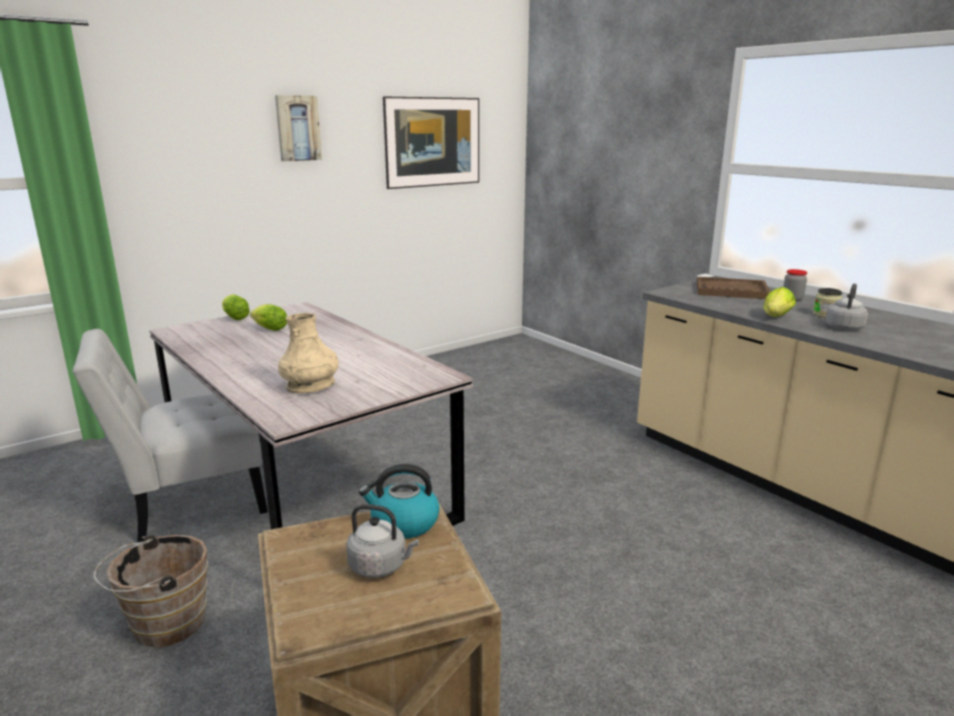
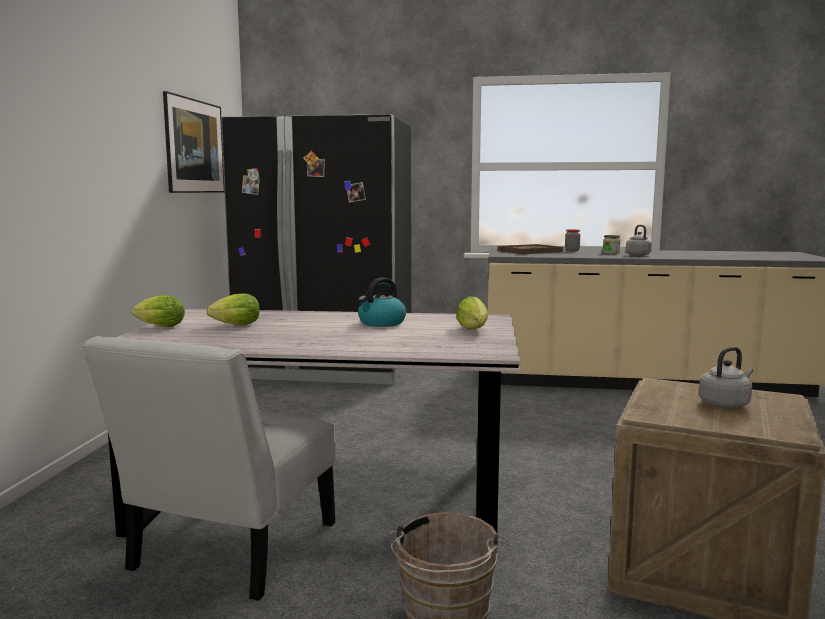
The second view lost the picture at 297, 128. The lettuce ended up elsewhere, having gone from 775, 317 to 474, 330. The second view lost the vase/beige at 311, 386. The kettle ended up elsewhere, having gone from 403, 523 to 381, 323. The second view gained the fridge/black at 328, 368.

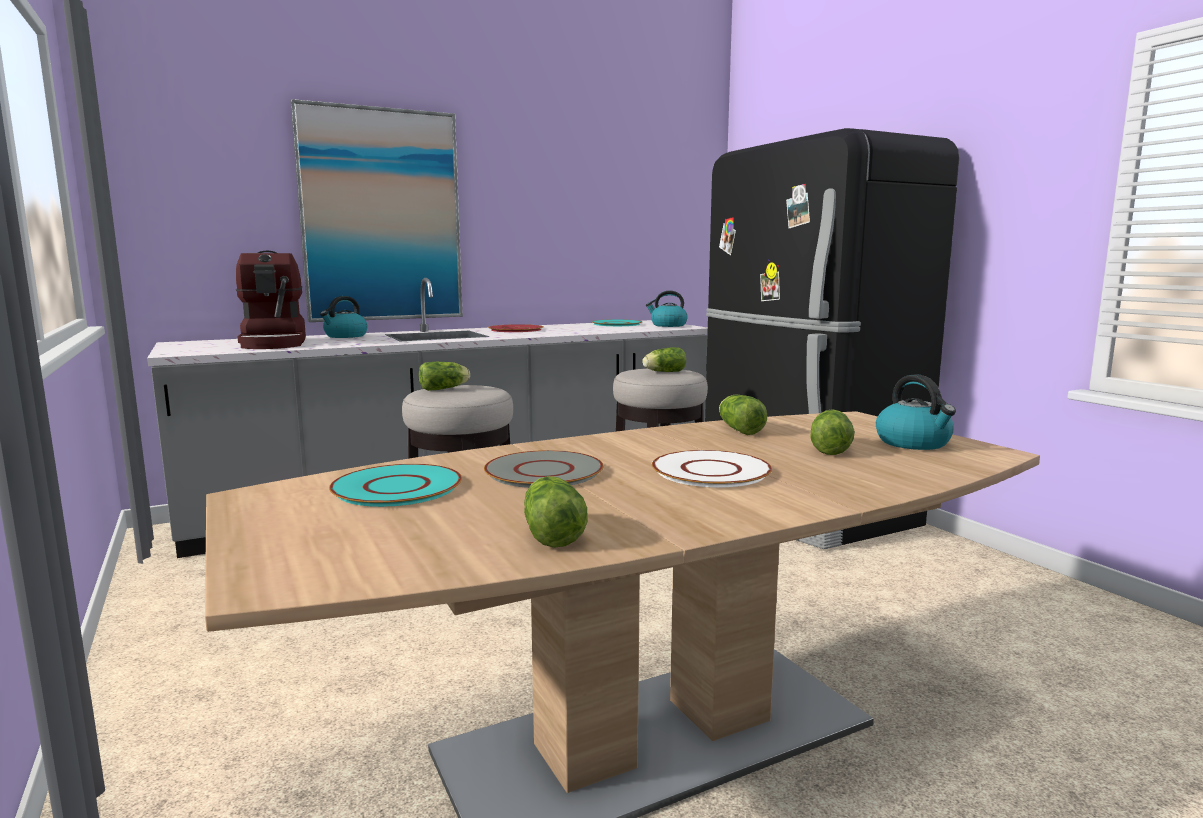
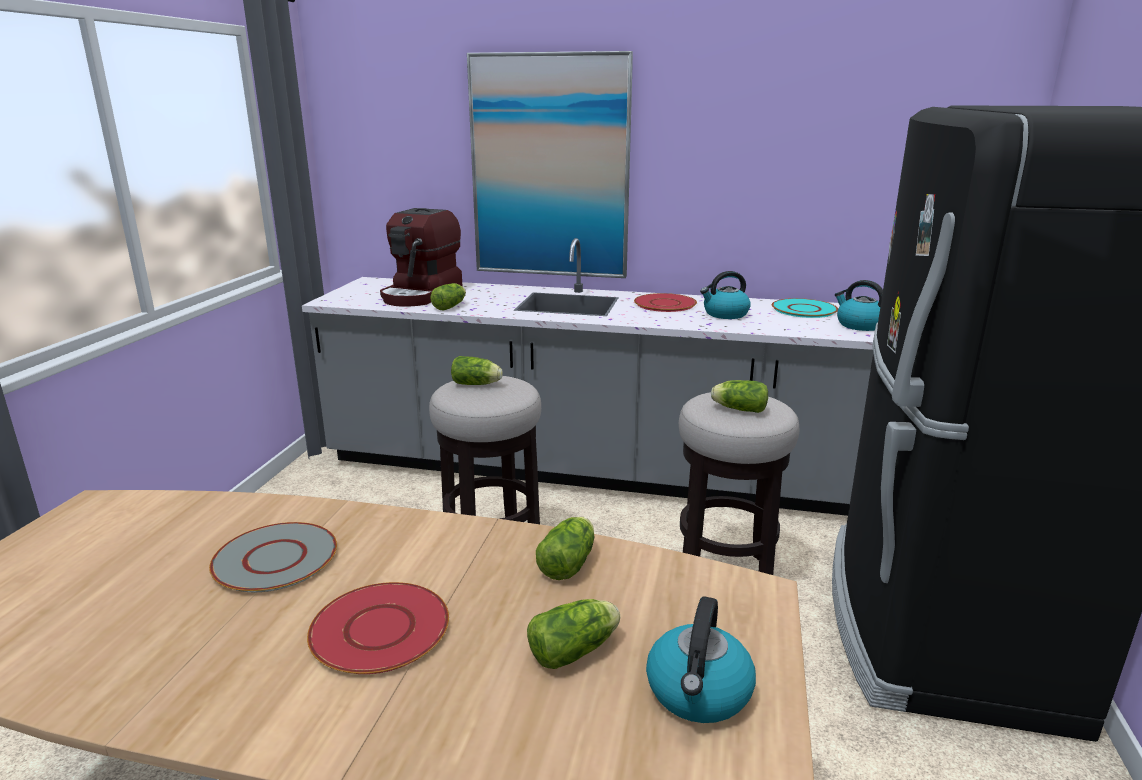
The kettle ended up elsewhere, having gone from 345, 336 to 725, 314. What was the plate/white at 710, 470 turned into the plate/red at 381, 629. The second view lost the plate/turquoise at 396, 487. The lettuce ended up elsewhere, having gone from 552, 533 to 451, 306.

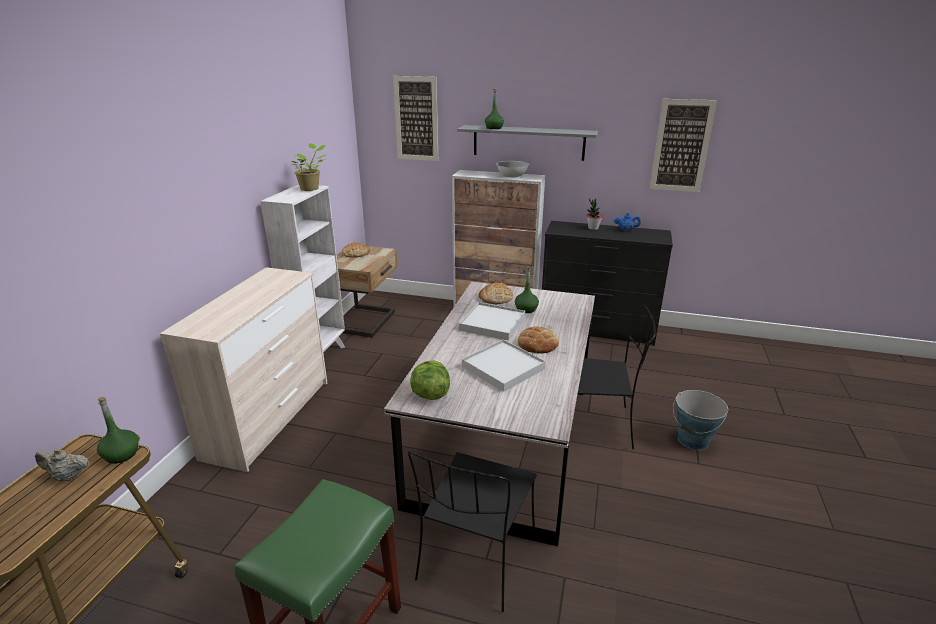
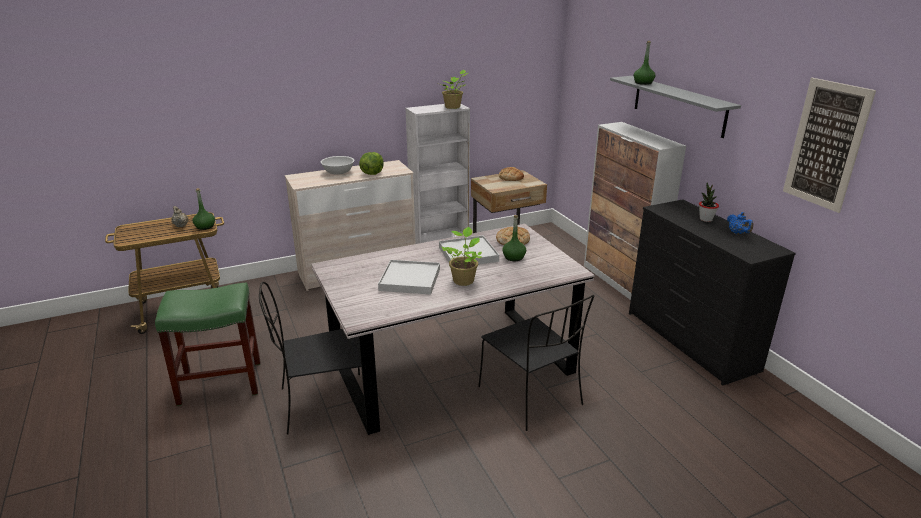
The second view lost the picture at 416, 119. The bowl/white ended up elsewhere, having gone from 512, 176 to 338, 172. Where the bread stood at 537, 344, the potted plant came to stand at 463, 280. The lettuce ended up elsewhere, having gone from 429, 394 to 372, 173. The second view lost the bucket at 693, 440.

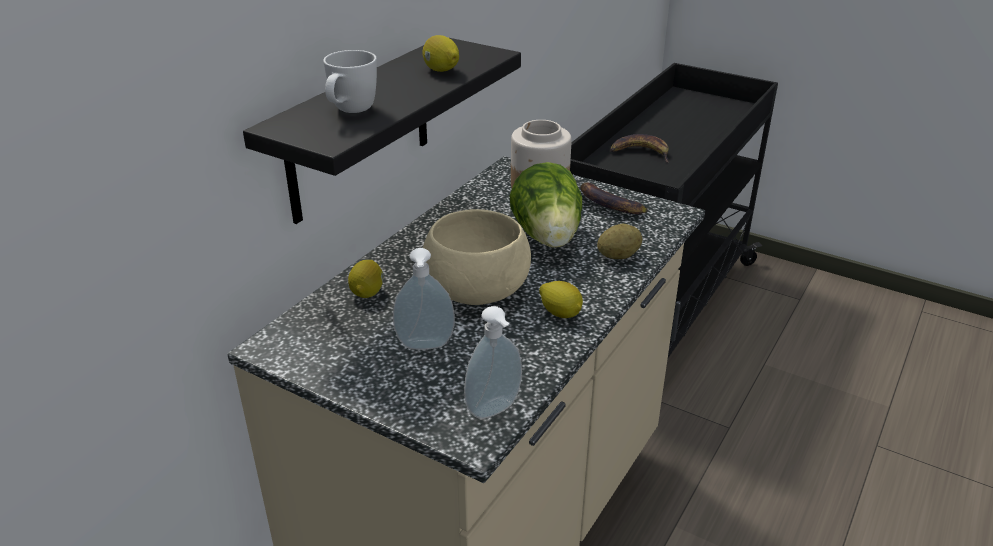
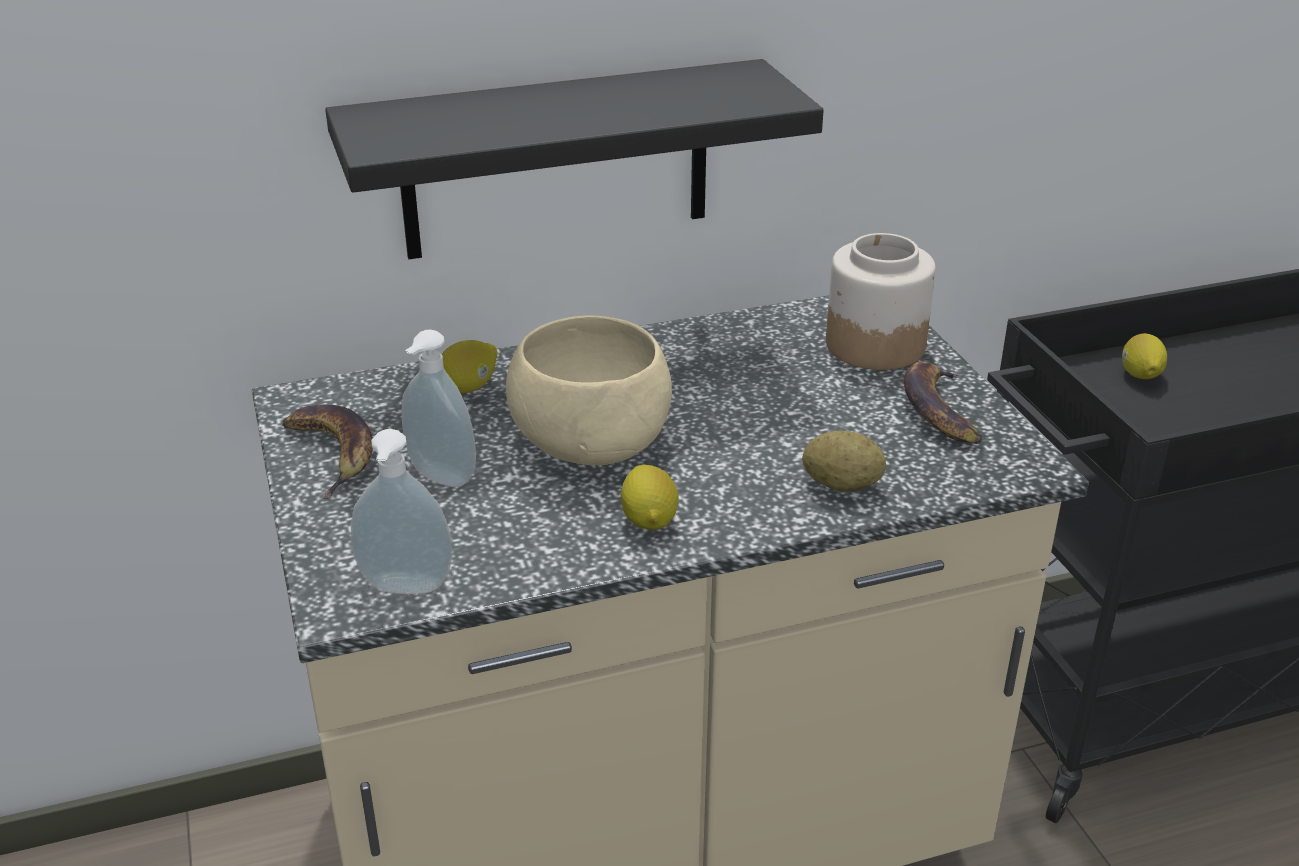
The lemon ended up elsewhere, having gone from 441, 71 to 1140, 376. The second view lost the mug/white at 350, 112. The banana ended up elsewhere, having gone from 641, 152 to 333, 454. The second view lost the lettuce at 548, 238.

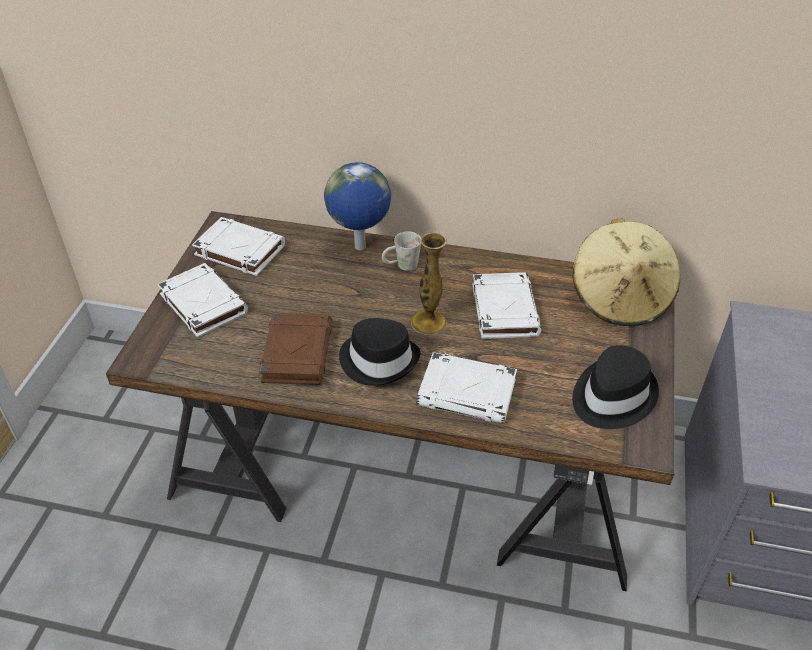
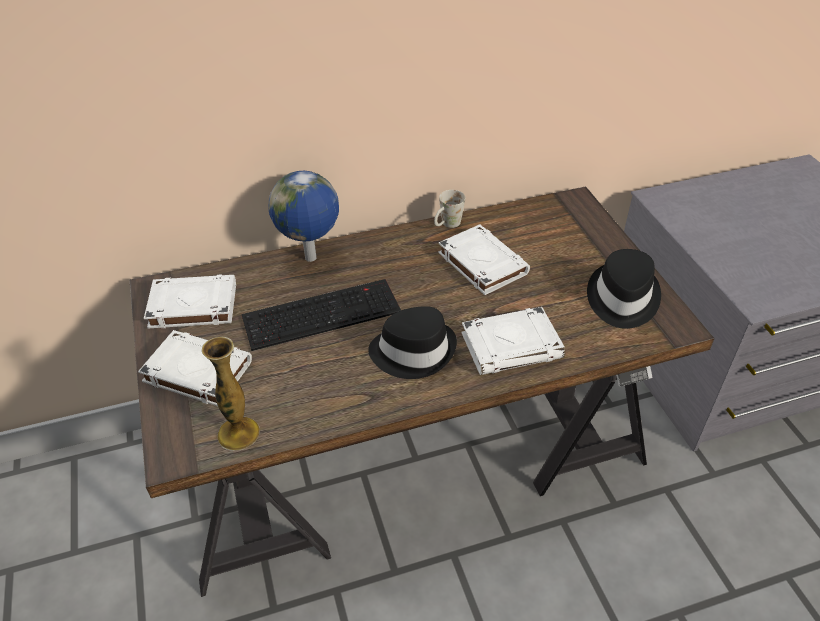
The second view lost the hat/beige at 620, 298. The mug/white ended up elsewhere, having gone from 401, 266 to 447, 225. The vase ended up elsewhere, having gone from 428, 322 to 238, 433. The second view lost the book/brown at 297, 352. The second view gained the keyboard at 322, 313.

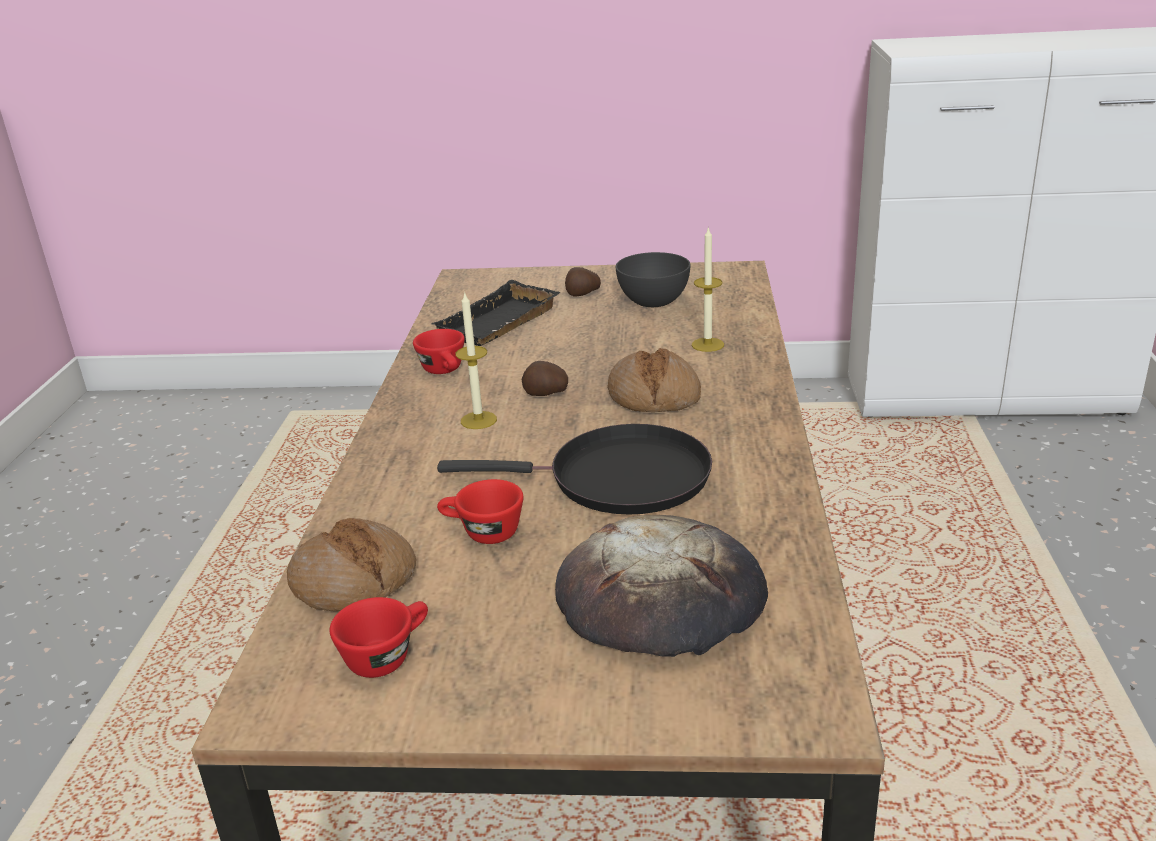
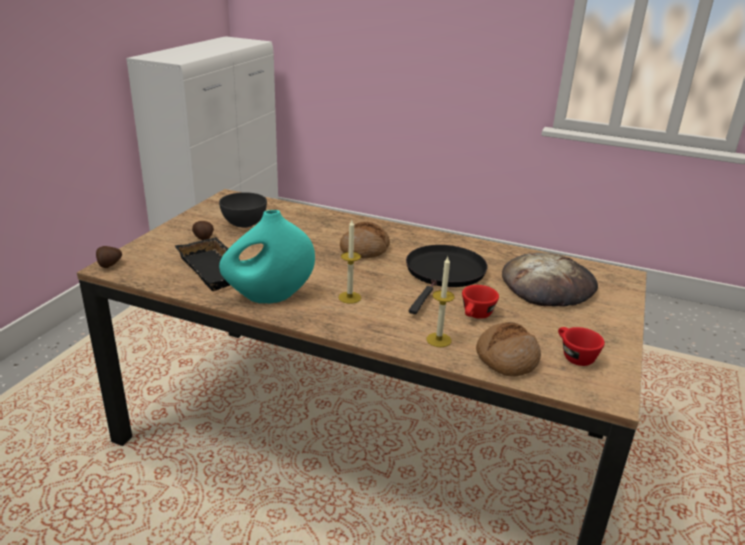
The candle ended up elsewhere, having gone from 707, 344 to 438, 340. Where the cup/red stood at 445, 371, the vase/turquoise came to stand at 269, 297. The potato ended up elsewhere, having gone from 546, 394 to 109, 265.

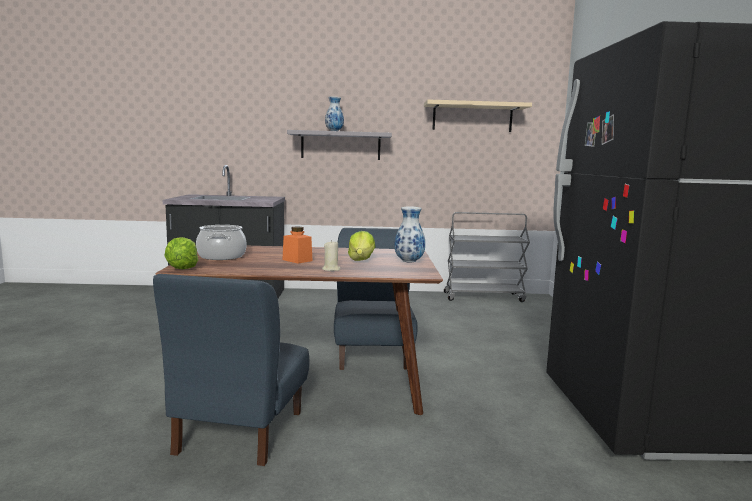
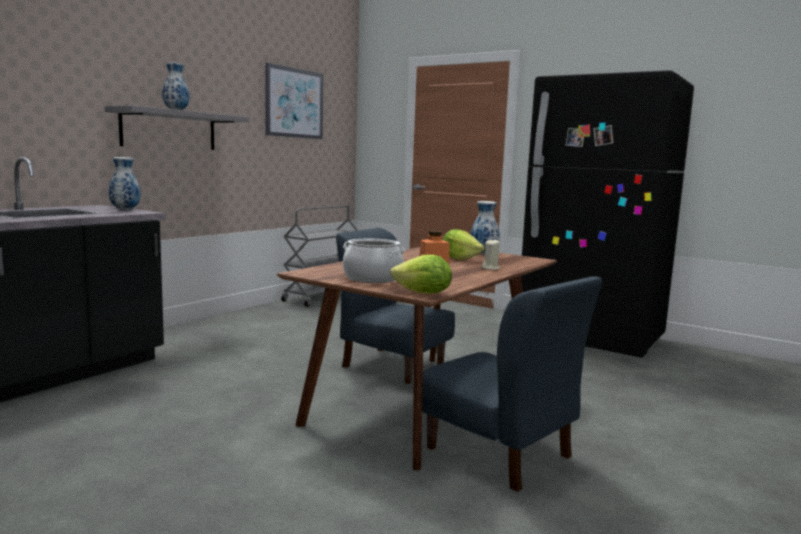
Where the shelf/beige hung at 472, 117, the picture came to hang at 294, 103. The second view gained the vase at 124, 210.

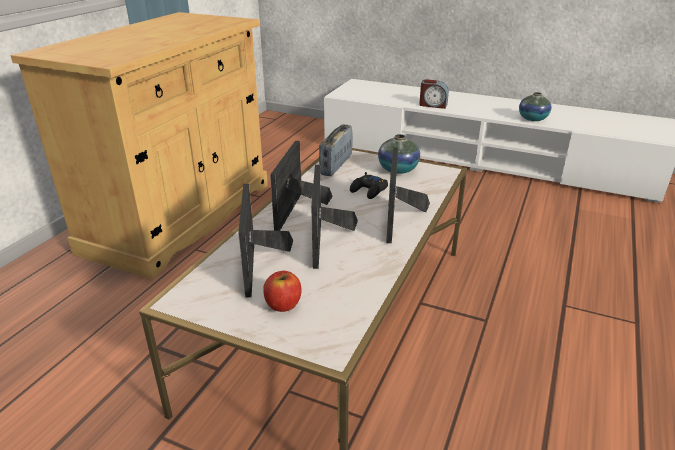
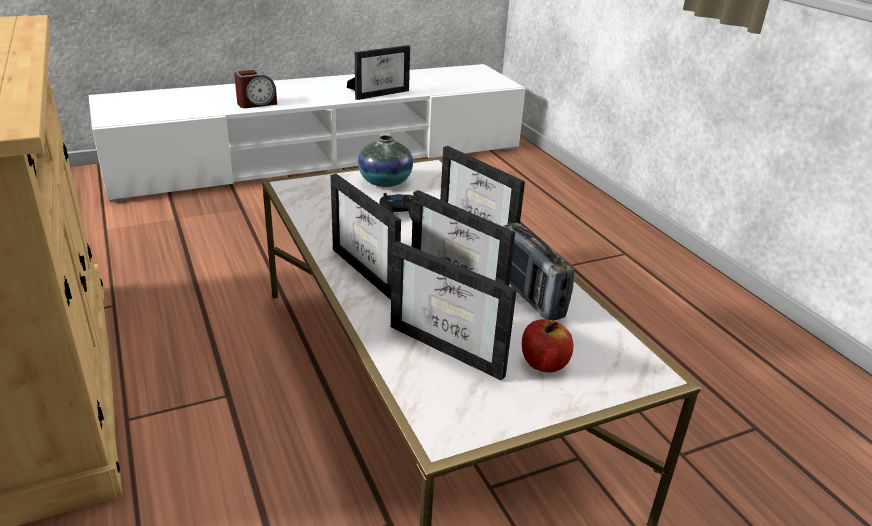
Where the vase stood at 532, 119, the picture frame came to stand at 380, 93. The radio ended up elsewhere, having gone from 336, 165 to 529, 295.

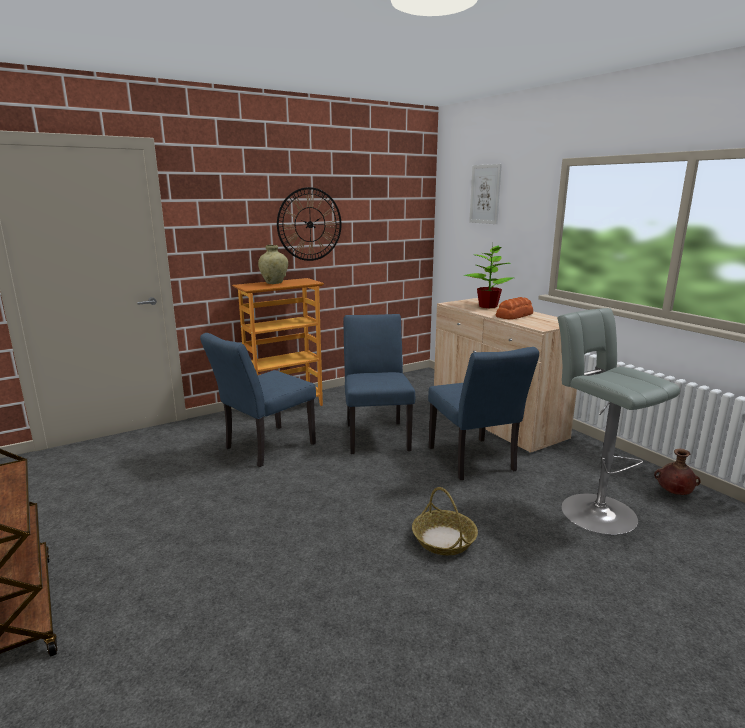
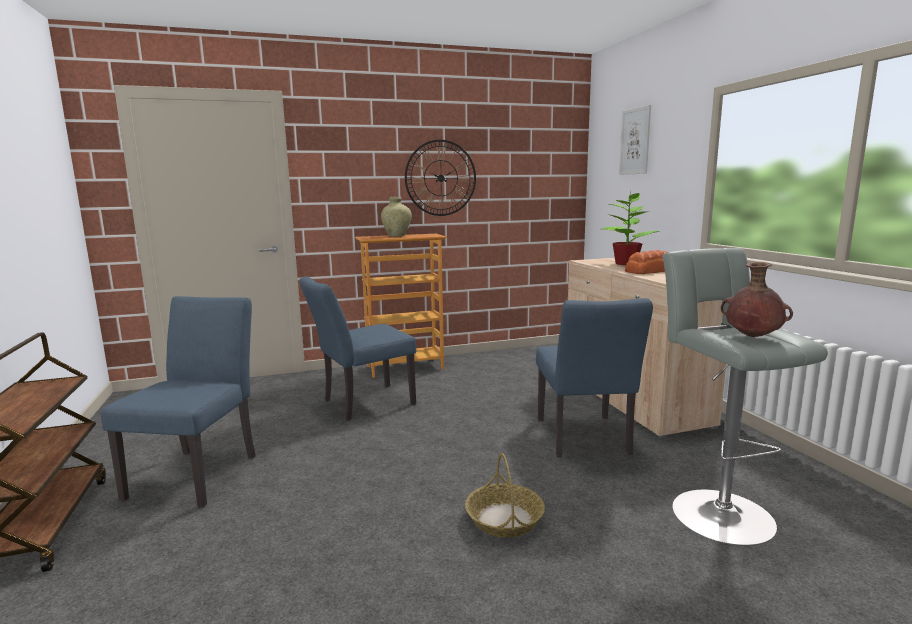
The chair/blue ended up elsewhere, having gone from 376, 434 to 200, 472. The vase/brown ended up elsewhere, having gone from 673, 493 to 751, 337.

